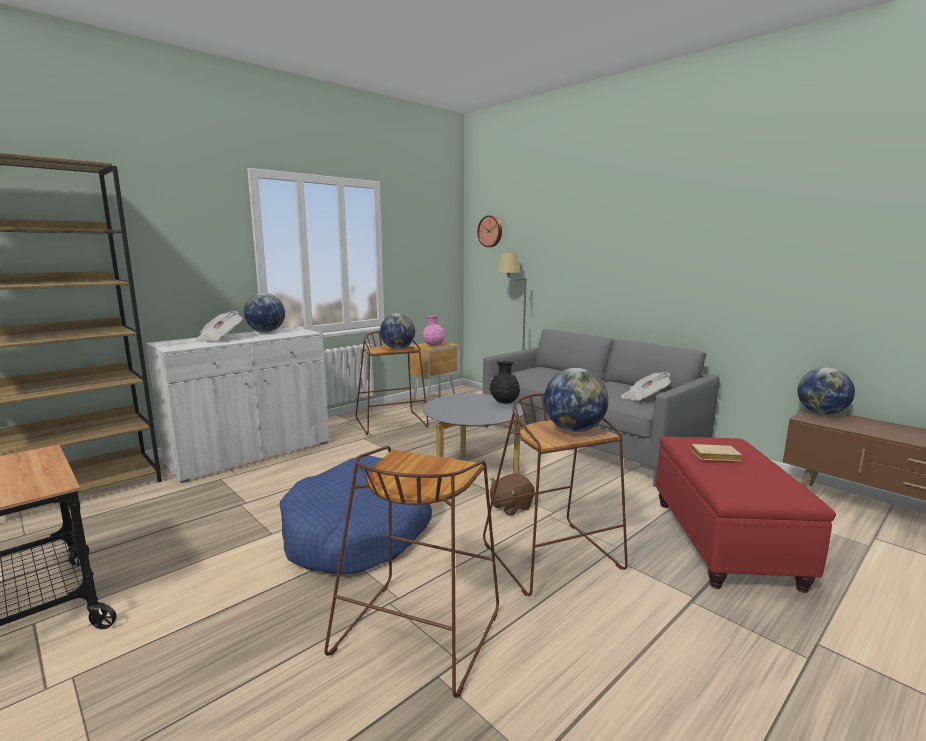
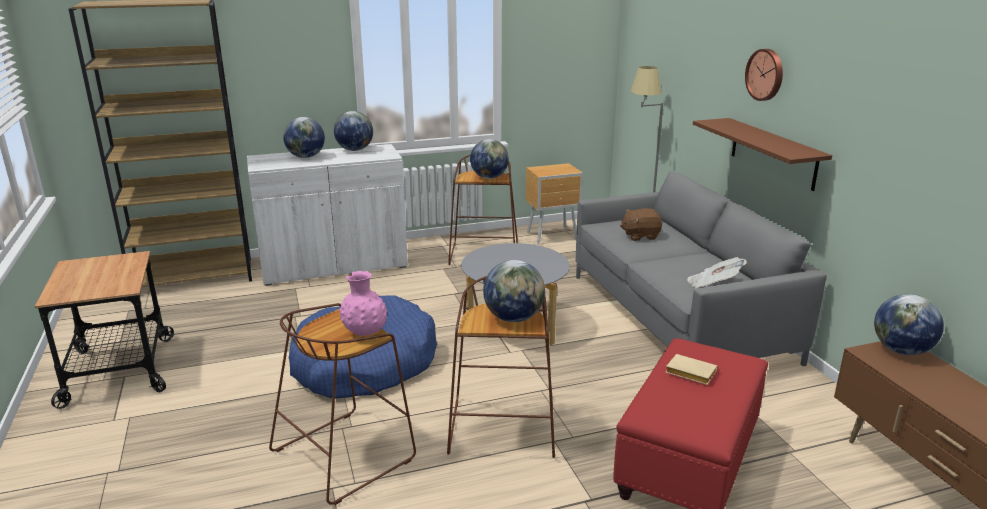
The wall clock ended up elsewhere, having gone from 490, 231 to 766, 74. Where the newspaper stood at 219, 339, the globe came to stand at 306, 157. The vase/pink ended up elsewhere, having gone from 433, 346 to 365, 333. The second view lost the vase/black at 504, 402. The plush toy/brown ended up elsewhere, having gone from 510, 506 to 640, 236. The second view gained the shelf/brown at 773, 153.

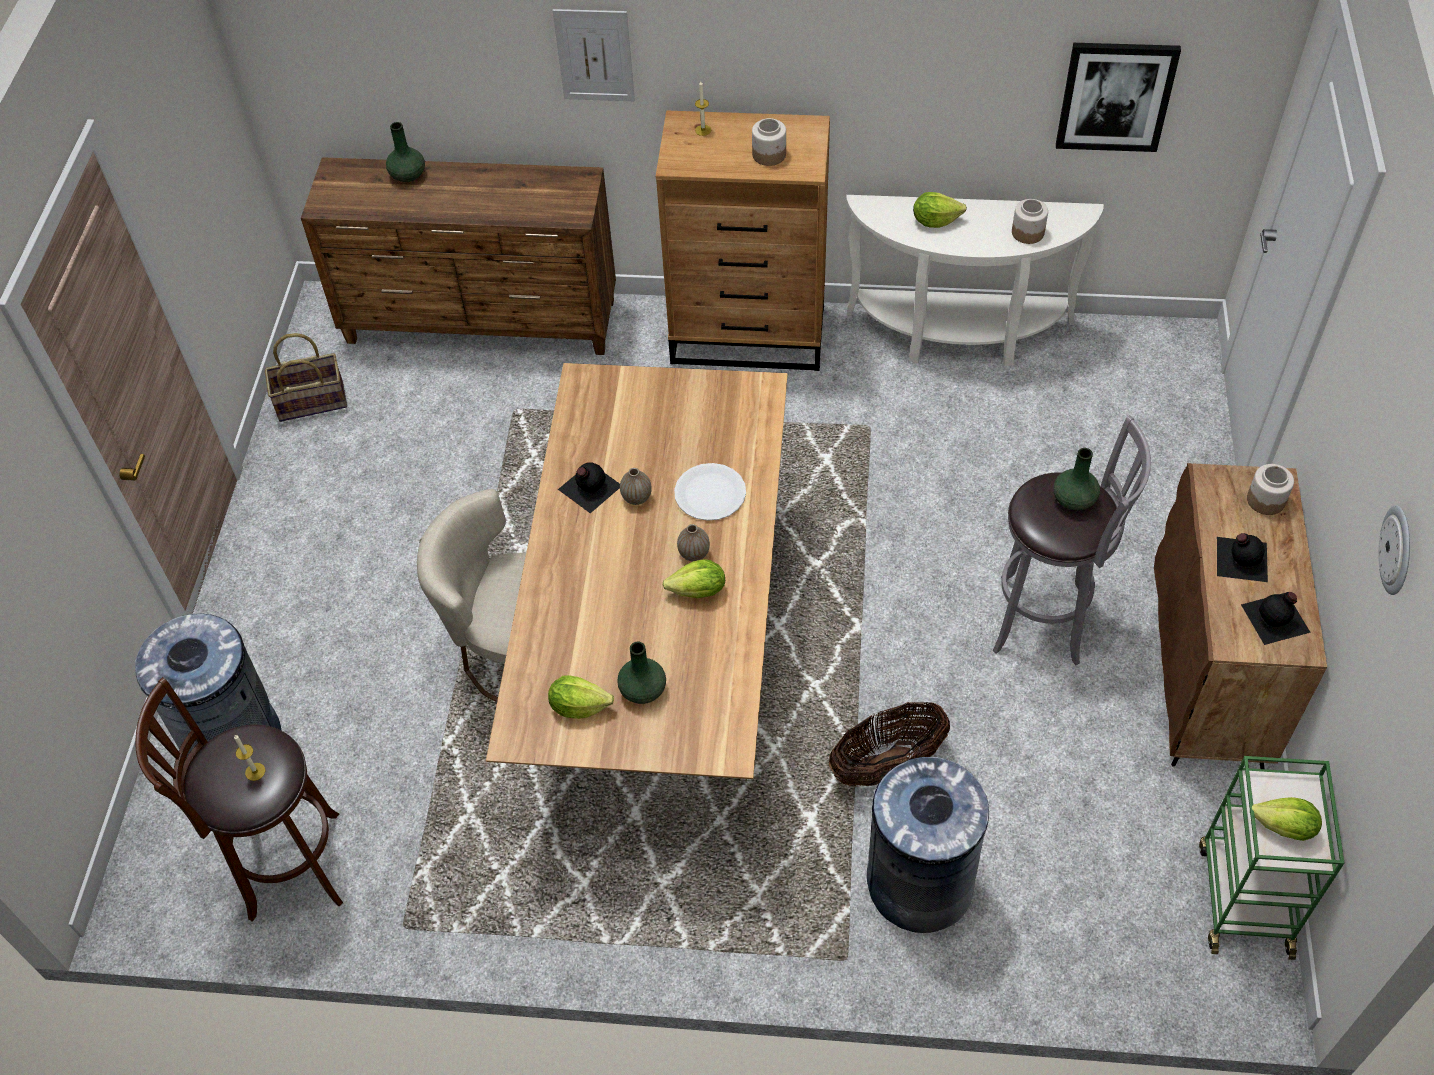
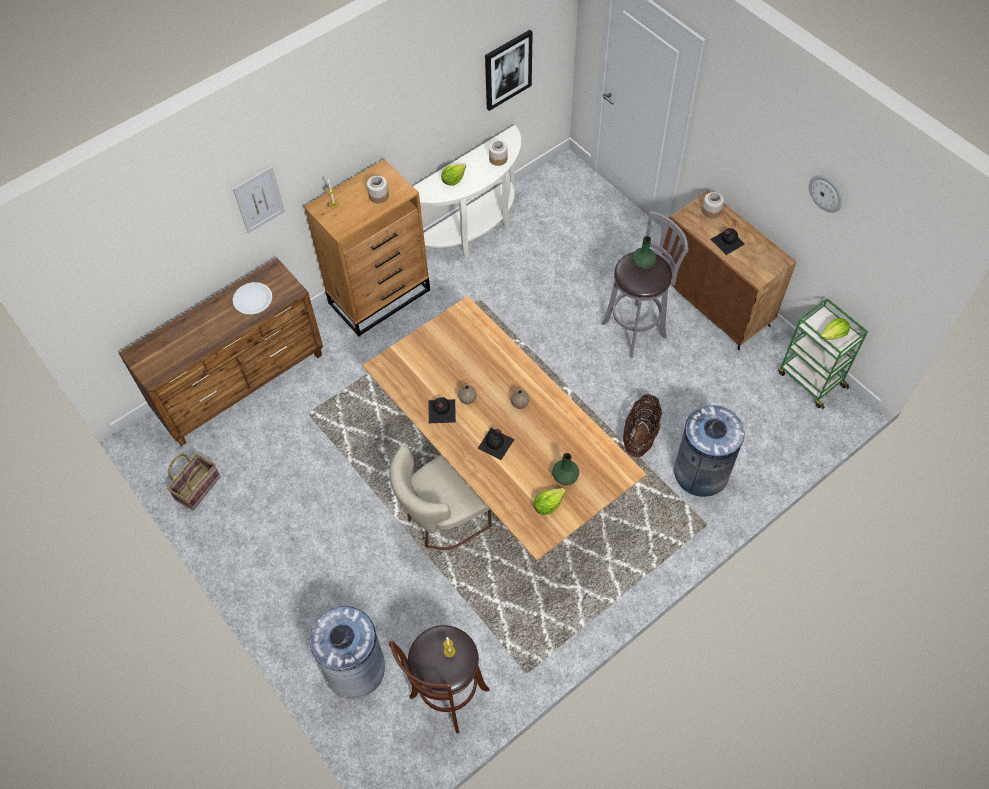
The second view lost the vase/green at 408, 175. The plate/white ended up elsewhere, having gone from 710, 493 to 252, 299. The second view lost the lettuce at 698, 591. The bottle/black ended up elsewhere, having gone from 1276, 618 to 496, 443.

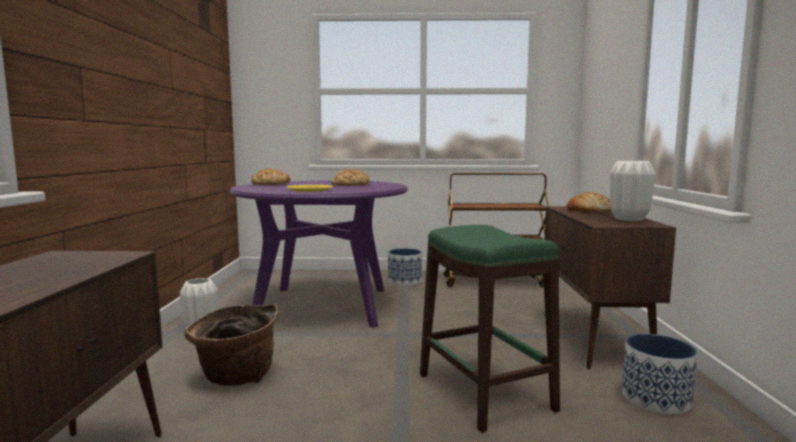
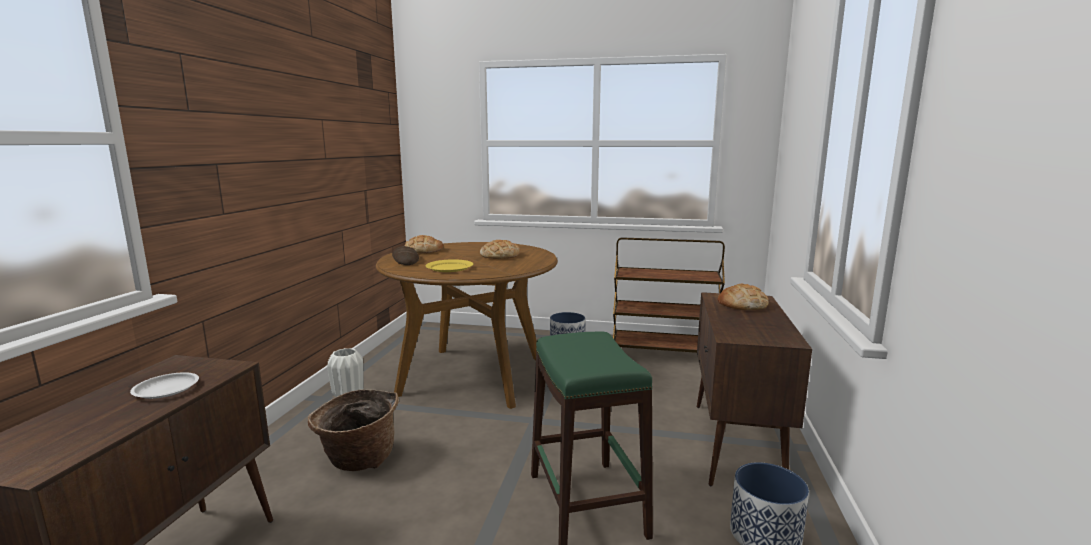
The second view lost the vase/white at 629, 219. What was the dining table/purple at 323, 306 turned into the dining table/brown at 472, 376. The second view gained the bread at 405, 260. The second view gained the plate/white at 166, 389.

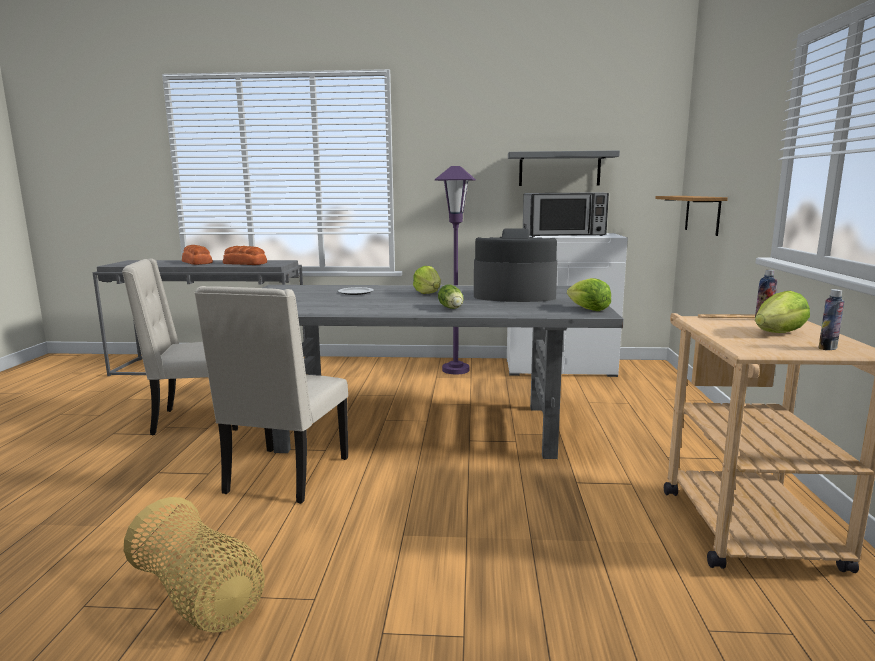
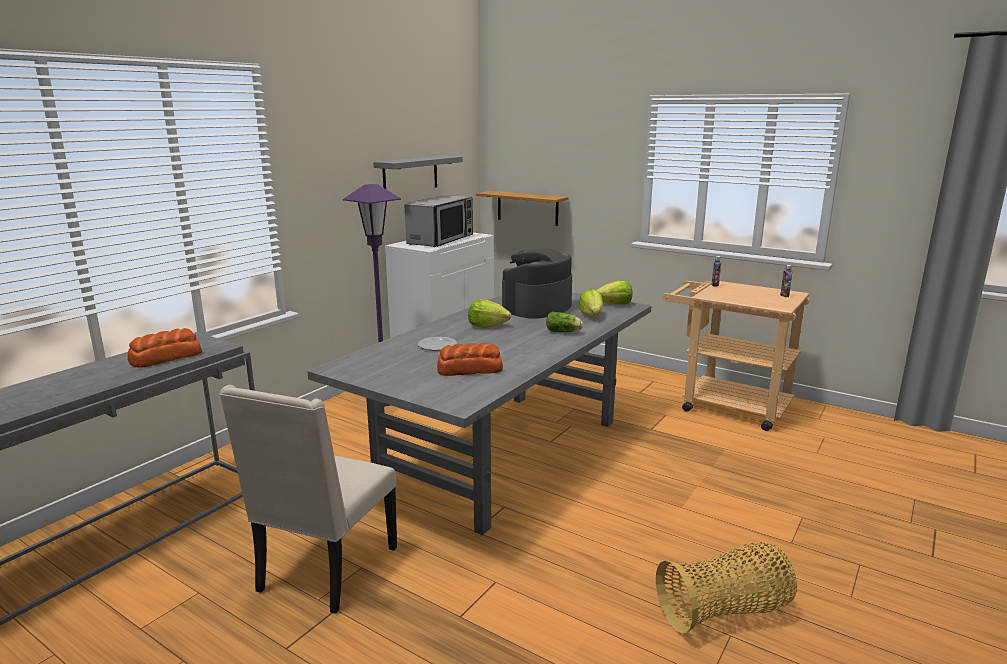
The bread ended up elsewhere, having gone from 197, 262 to 469, 369. The second view lost the chair/beige at 285, 476. The lettuce ended up elsewhere, having gone from 778, 333 to 591, 316.

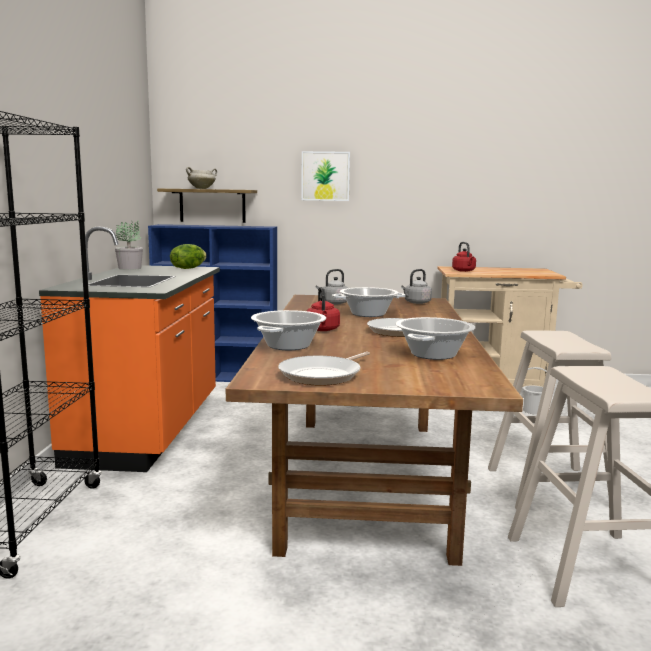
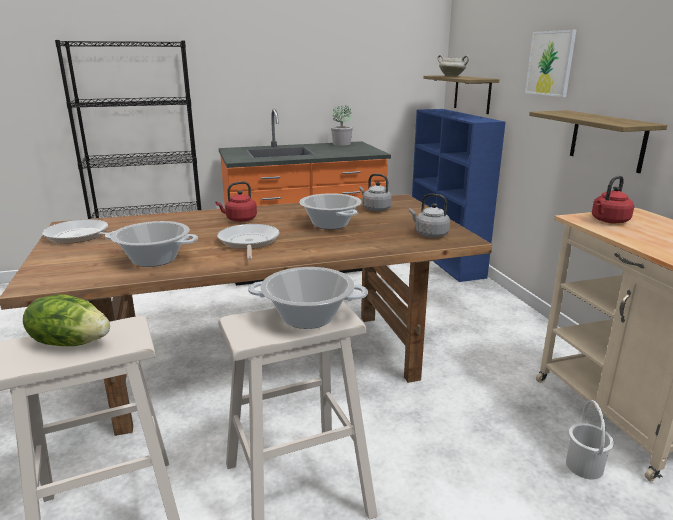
The lettuce ended up elsewhere, having gone from 188, 268 to 71, 342. The cooking pot ended up elsewhere, having gone from 288, 346 to 308, 317. The second view gained the shelf at 607, 140.

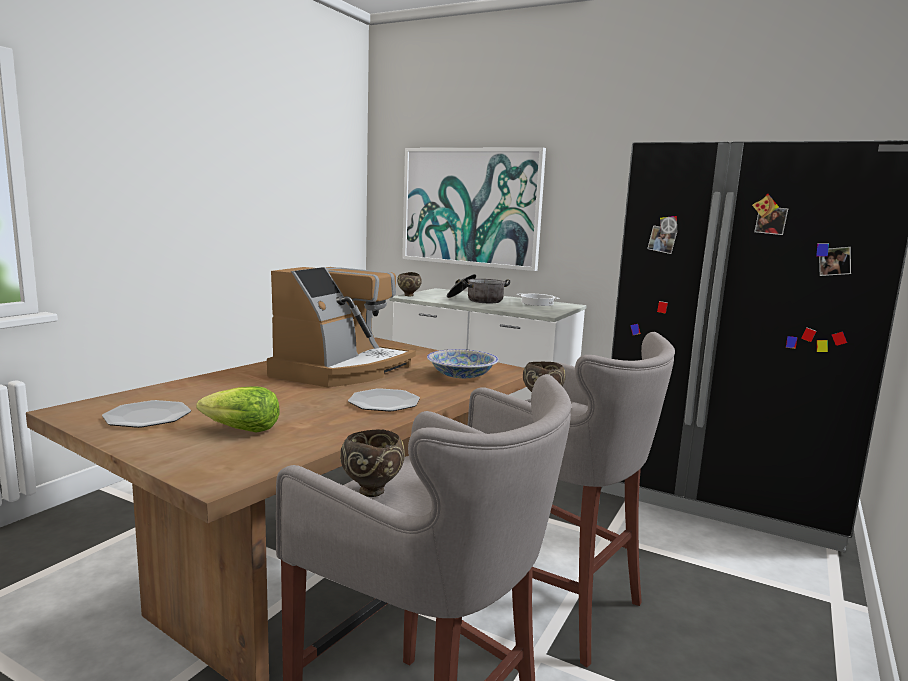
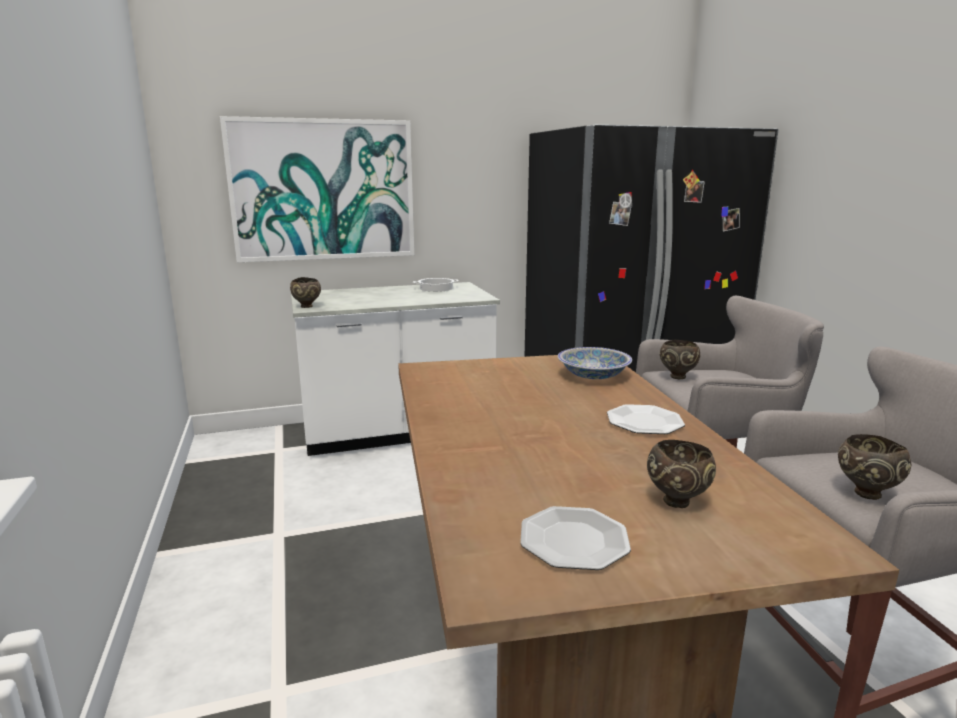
The second view lost the coffee machine at 342, 370. The second view lost the cooking pot at 476, 300. Where the lettuce stood at 241, 430, the bowl/brown came to stand at 678, 501.

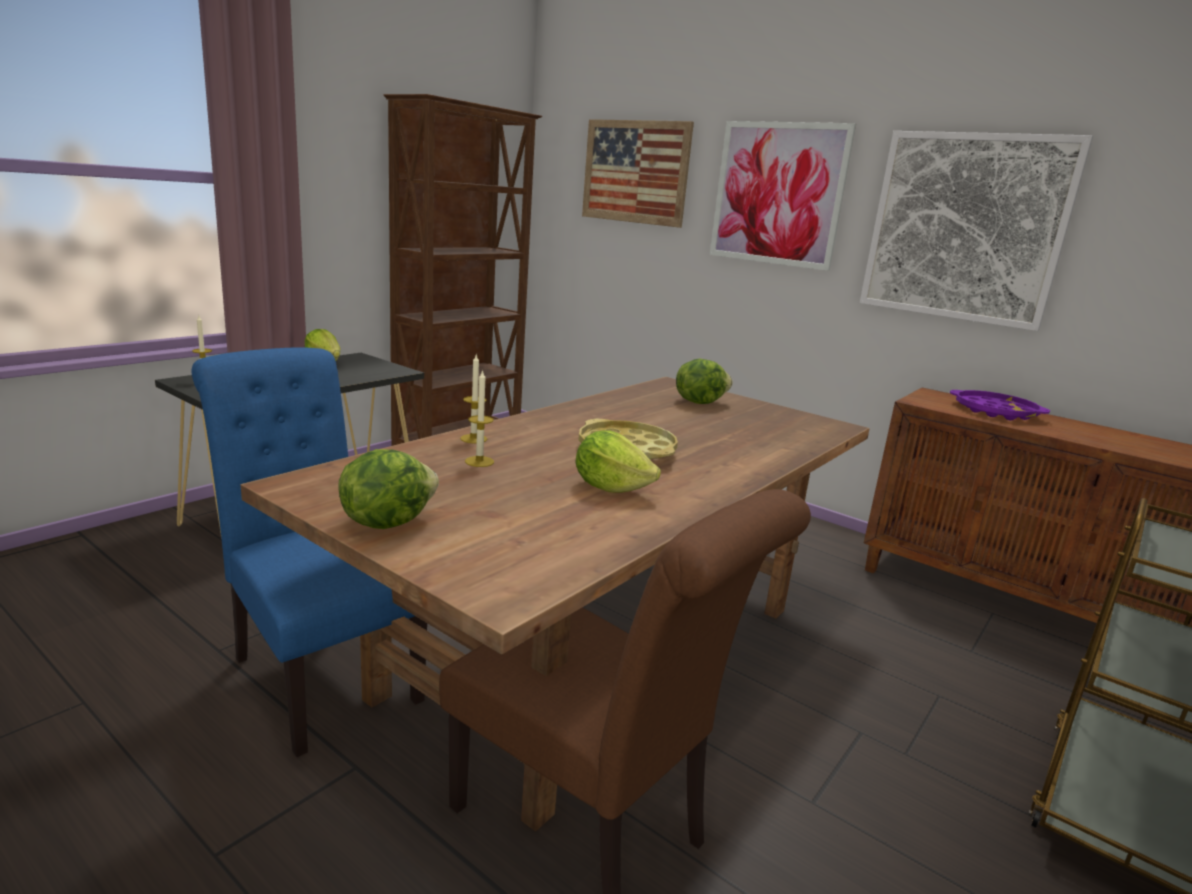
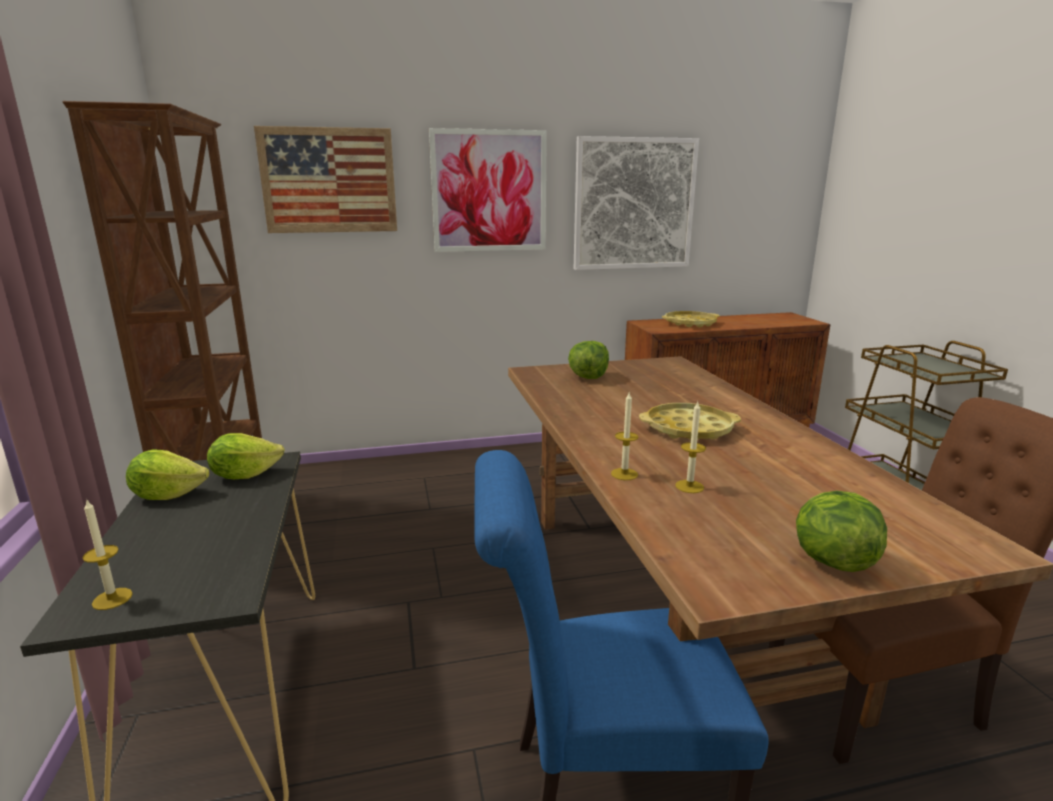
What was the tray/purple at 995, 411 turned into the tray/yellow at 690, 323. The lettuce ended up elsewhere, having gone from 611, 487 to 244, 475.

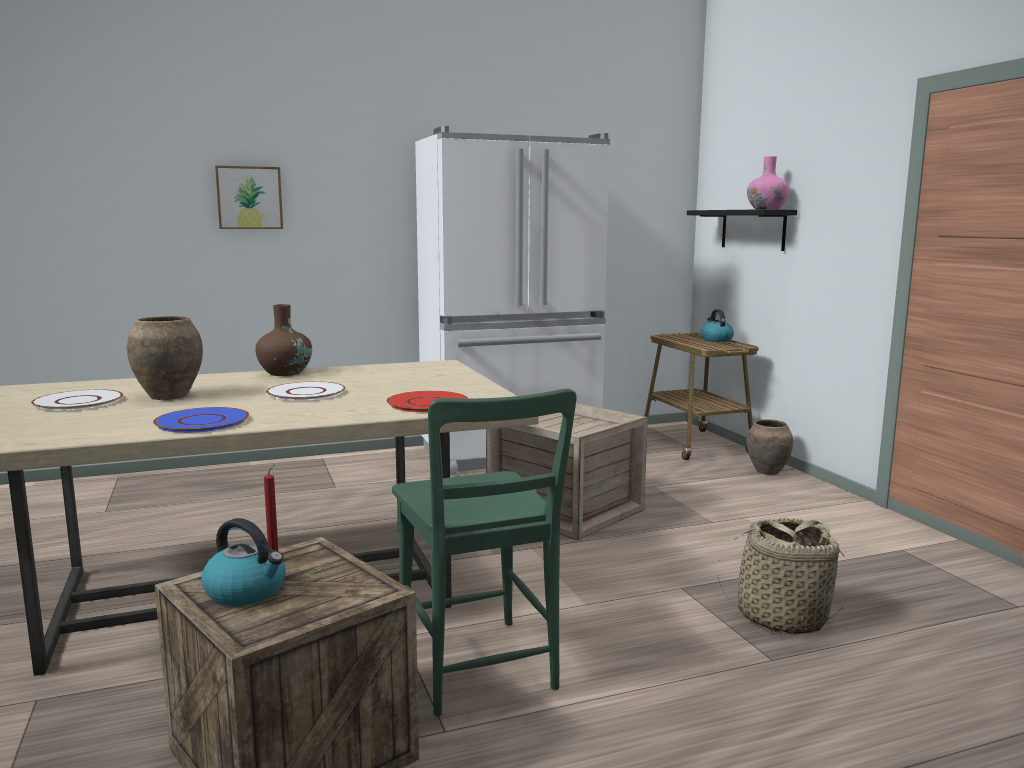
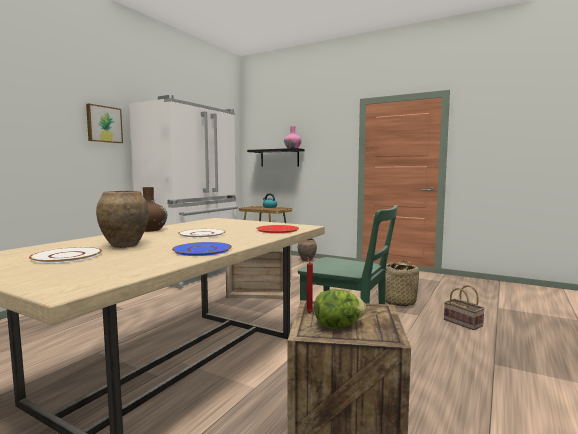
The picture ended up elsewhere, having gone from 249, 198 to 104, 124. Where the kettle stood at 247, 591, the lettuce came to stand at 338, 326. The second view gained the basket at 464, 323.

